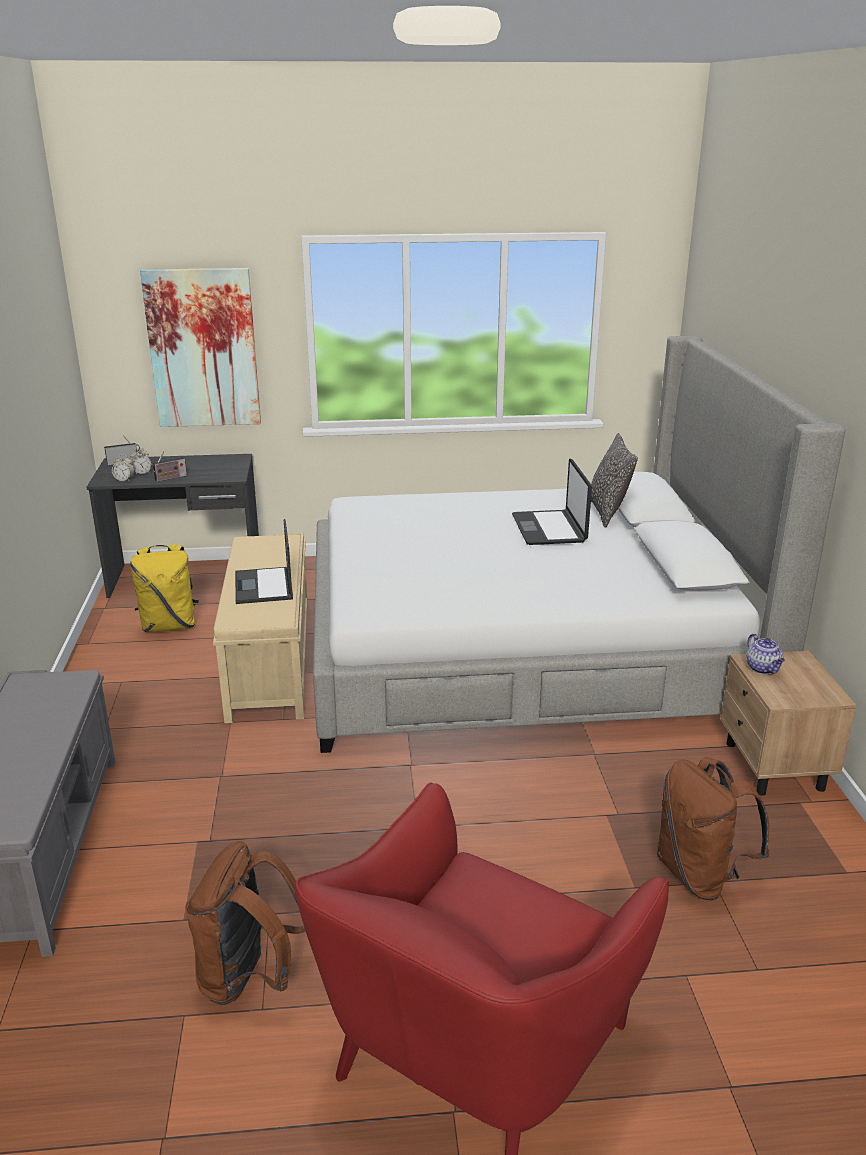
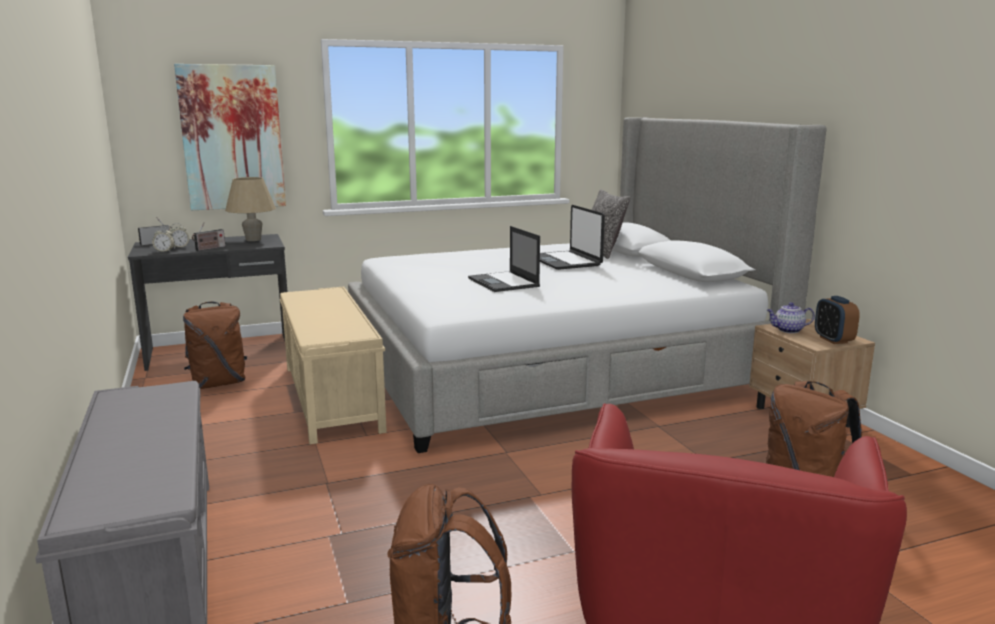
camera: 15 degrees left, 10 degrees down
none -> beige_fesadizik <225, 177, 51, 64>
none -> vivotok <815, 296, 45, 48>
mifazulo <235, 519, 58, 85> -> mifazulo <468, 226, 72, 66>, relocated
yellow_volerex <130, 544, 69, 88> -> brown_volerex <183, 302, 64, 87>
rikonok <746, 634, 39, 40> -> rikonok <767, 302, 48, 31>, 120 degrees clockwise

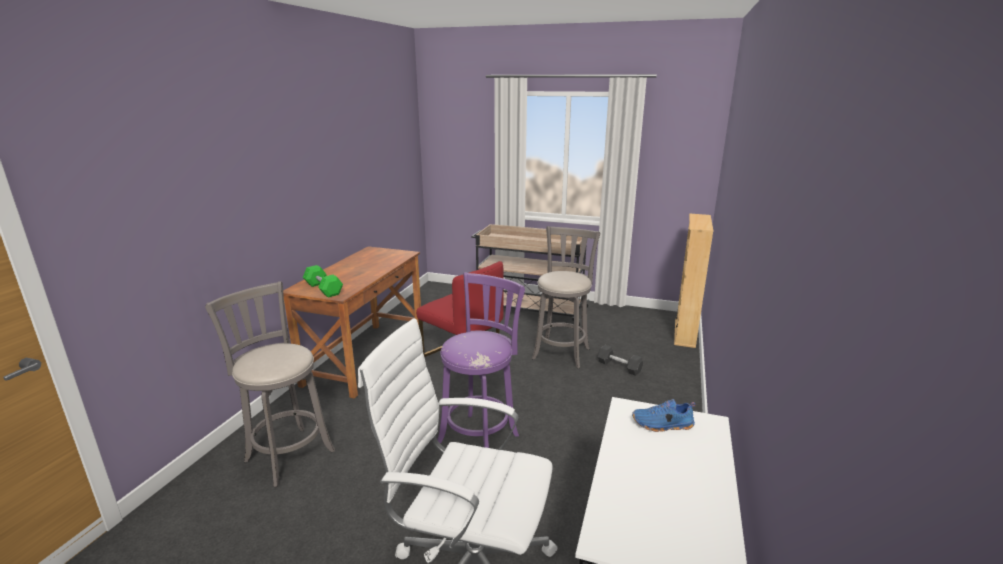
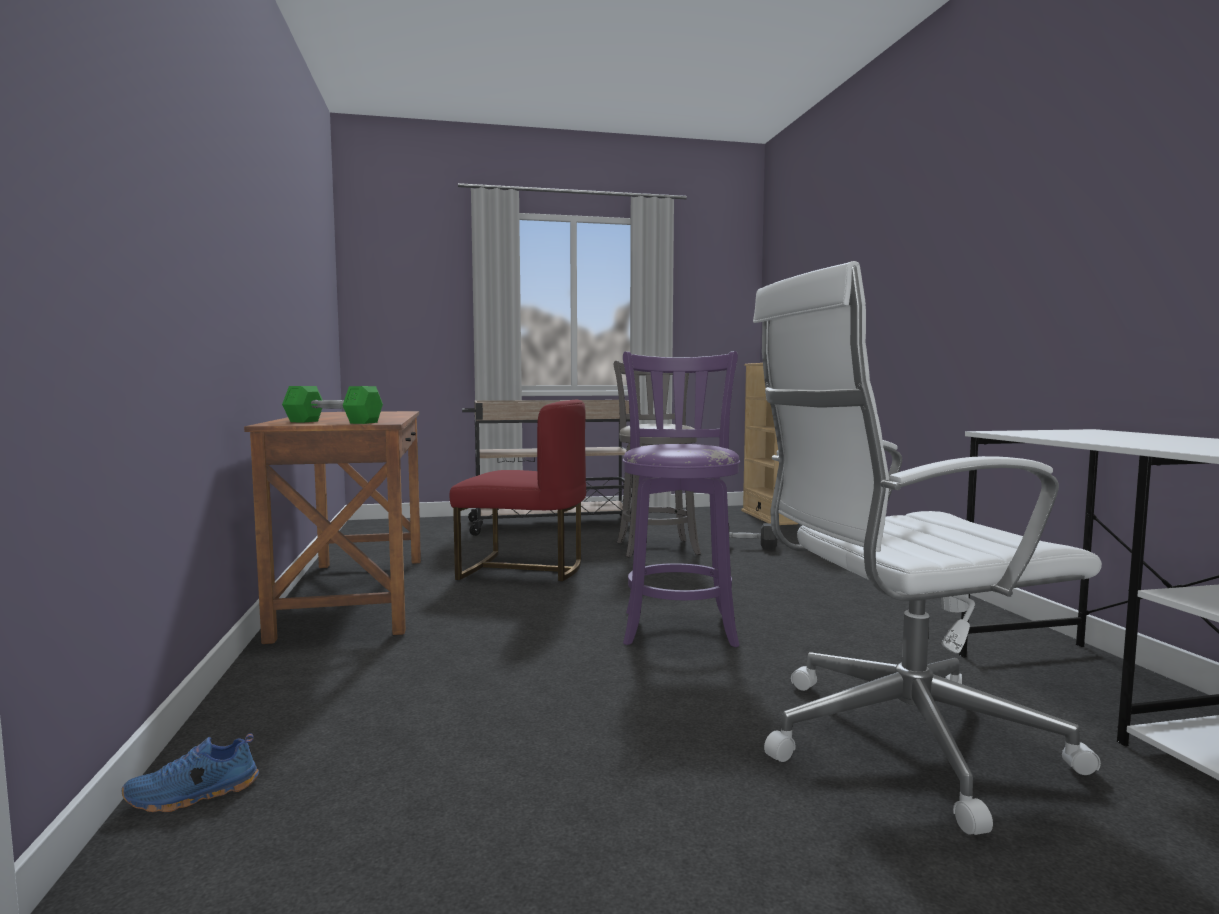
camera: 30 degrees left, 15 degrees down
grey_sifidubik <205, 281, 130, 206> -> none
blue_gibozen <632, 399, 64, 33> -> blue_gibozen <122, 733, 137, 79>, relocated

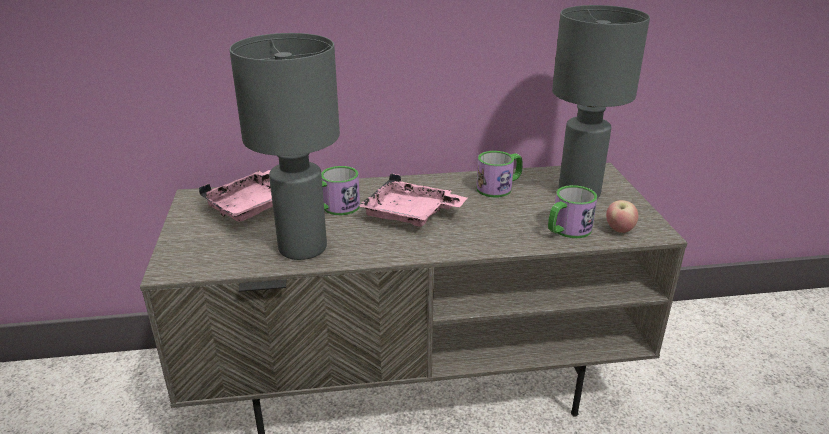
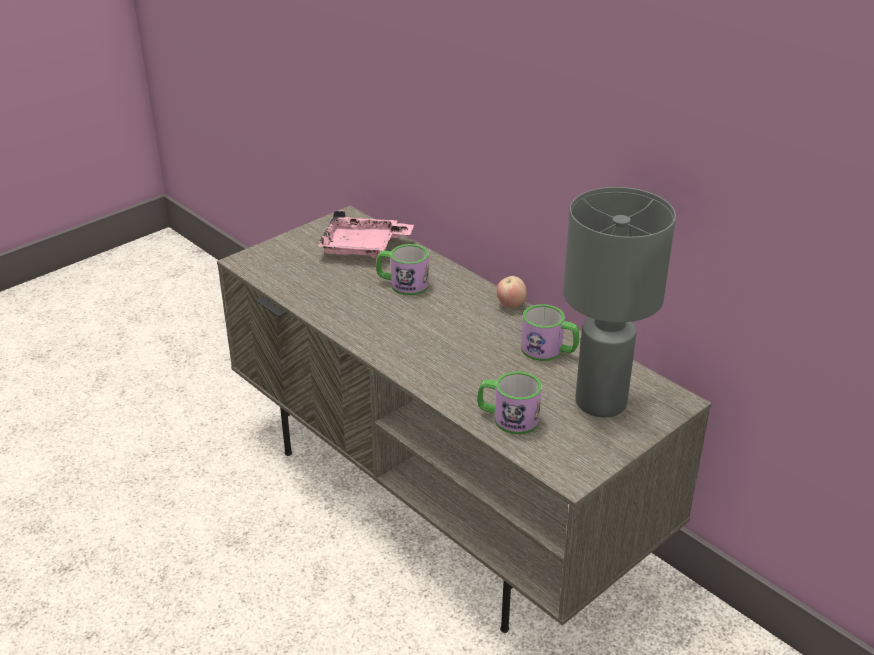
camera: 55 degrees right, 5 degrees up
grey_fesadizik <229, 33, 111, 227> -> none
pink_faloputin <358, 173, 109, 54> -> none
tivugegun <606, 200, 32, 33> -> tivugegun <497, 276, 30, 32>, relocated

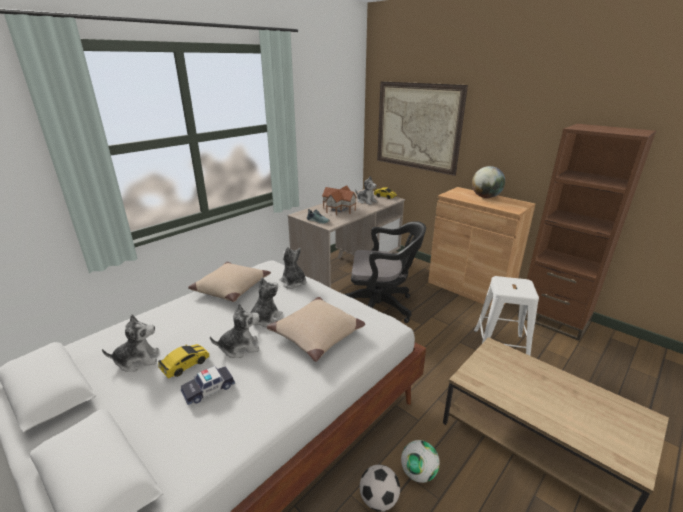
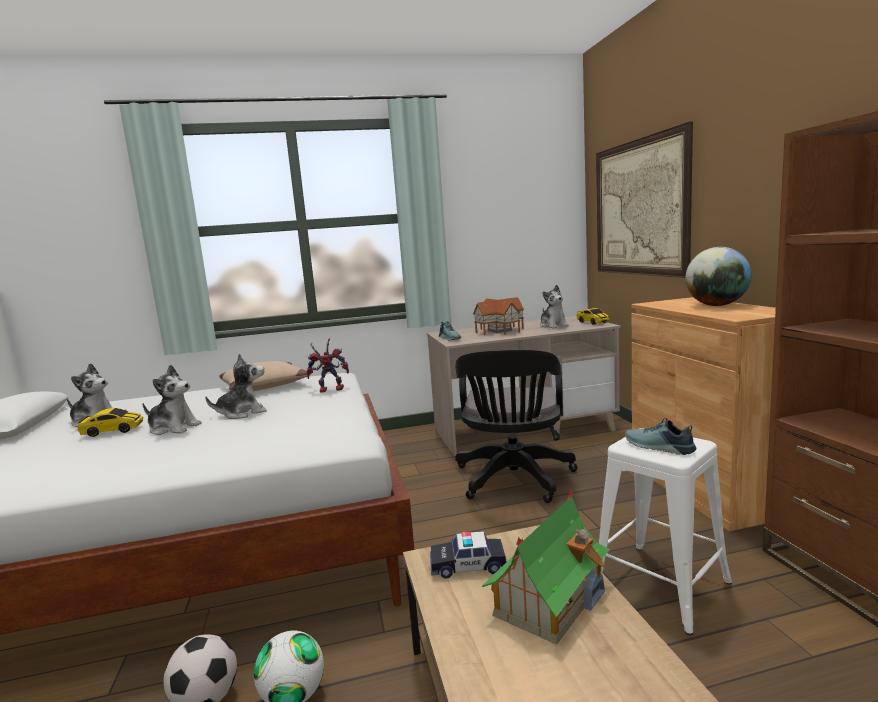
camera: 35 degrees right, 15 degrees down
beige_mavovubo <266, 297, 99, 65> -> none
none -> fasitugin <482, 490, 128, 155>
none -> gibozen <625, 418, 72, 37>
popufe <181, 366, 54, 39> -> popufe <430, 531, 77, 48>, relocated
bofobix <280, 247, 27, 42> -> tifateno <307, 338, 42, 55>
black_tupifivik <344, 221, 82, 102> -> black_tupifivik <455, 349, 123, 154>, 60 degrees clockwise

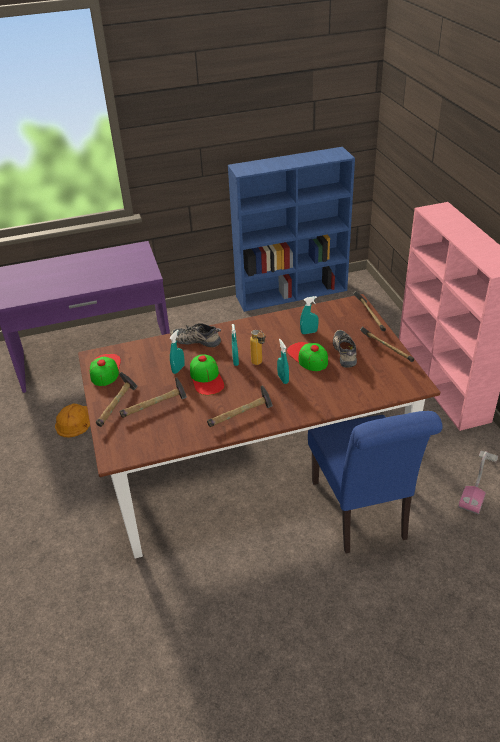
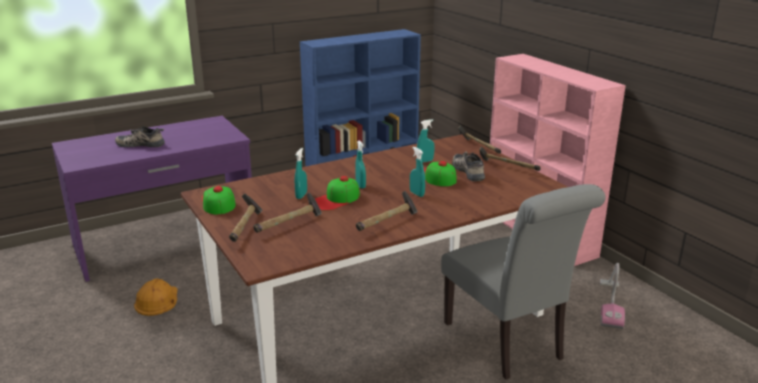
camera: 15 degrees left, 15 degrees down
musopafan <250, 330, 16, 35> -> none
gibozen <170, 323, 51, 24> -> gibozen <115, 126, 50, 21>, relocated
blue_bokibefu <308, 411, 134, 143> -> grey_bokibefu <441, 184, 164, 195>
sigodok <190, 354, 35, 41> -> sigodok <315, 176, 45, 35>, 75 degrees clockwise

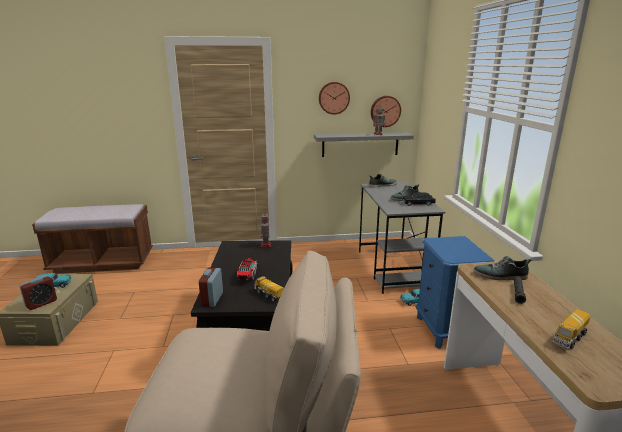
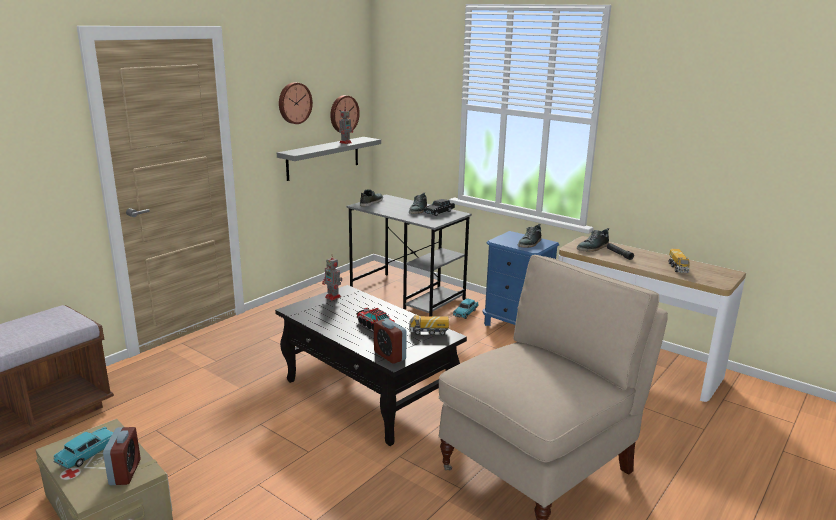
camera: 45 degrees left, 0 degrees up
none -> gibozen <518, 224, 23, 24>

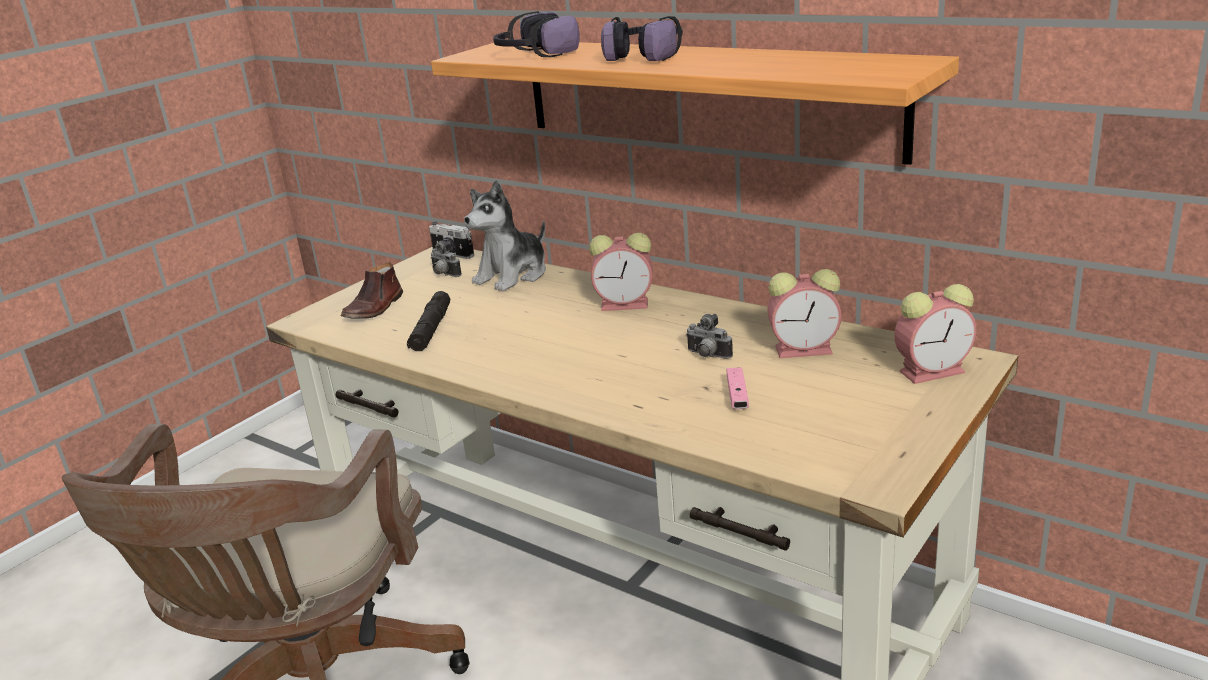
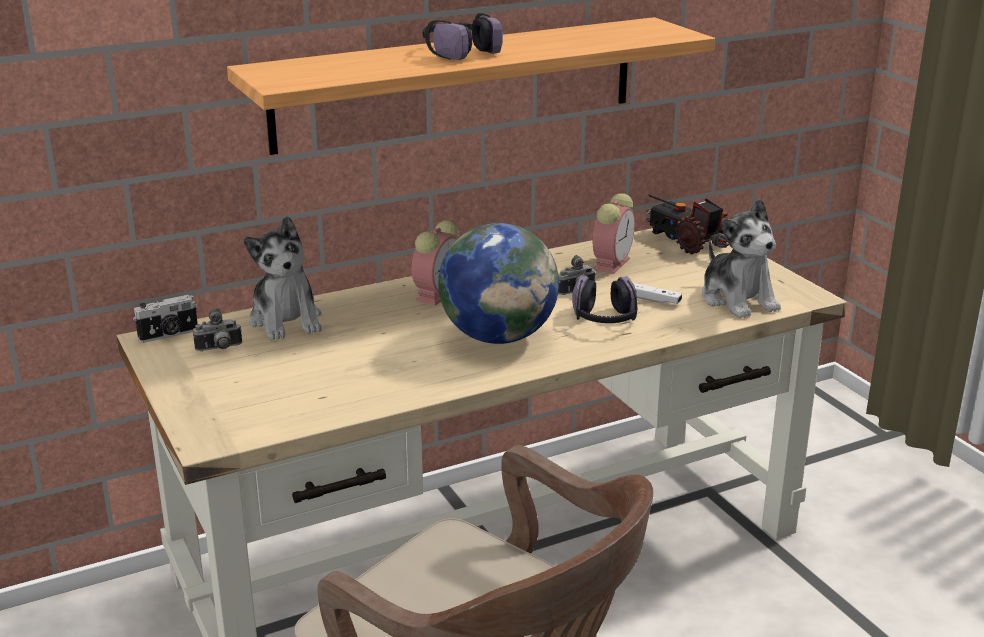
camera: 65 degrees left, 0 degrees up
brown_gibozen <341, 262, 62, 57> -> none
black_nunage <407, 291, 43, 60> -> none
none -> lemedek <438, 223, 121, 121>
none -> bofobix <702, 198, 79, 121>
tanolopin <493, 11, 87, 46> -> tanolopin <572, 276, 66, 47>, relocated
vivotok <894, 284, 82, 100> -> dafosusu <645, 195, 86, 59>
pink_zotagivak <727, 367, 22, 42> -> white_zotagivak <633, 283, 49, 21>

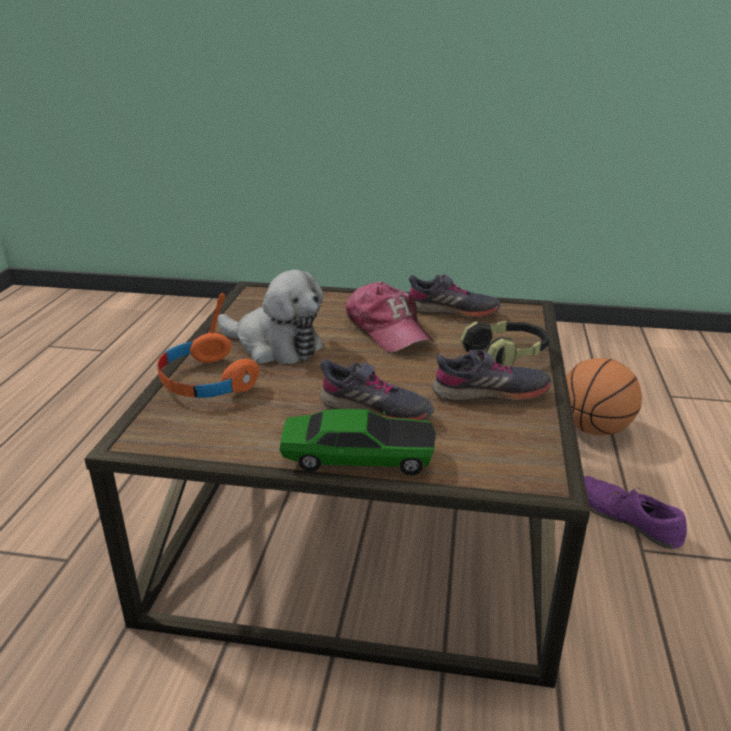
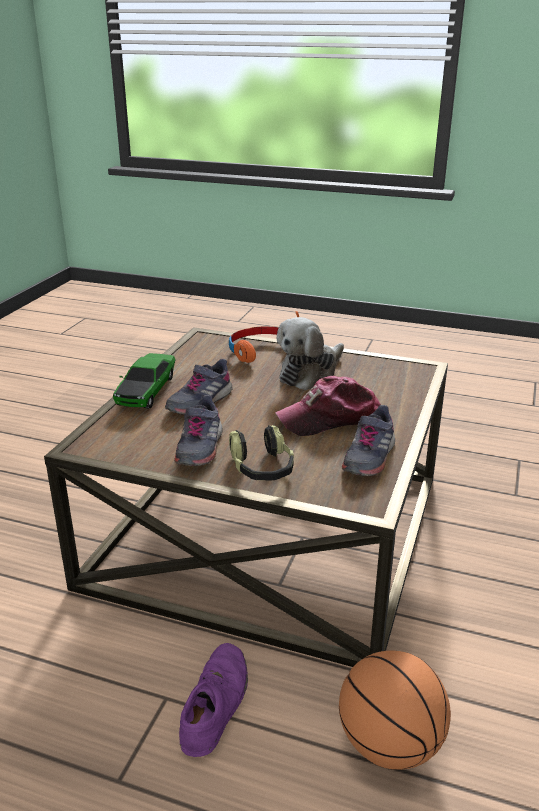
camera: 100 degrees right, 0 degrees up
purple_gibozen <584, 476, 103, 73> -> purple_gibozen <179, 643, 69, 114>, 45 degrees counterclockwise

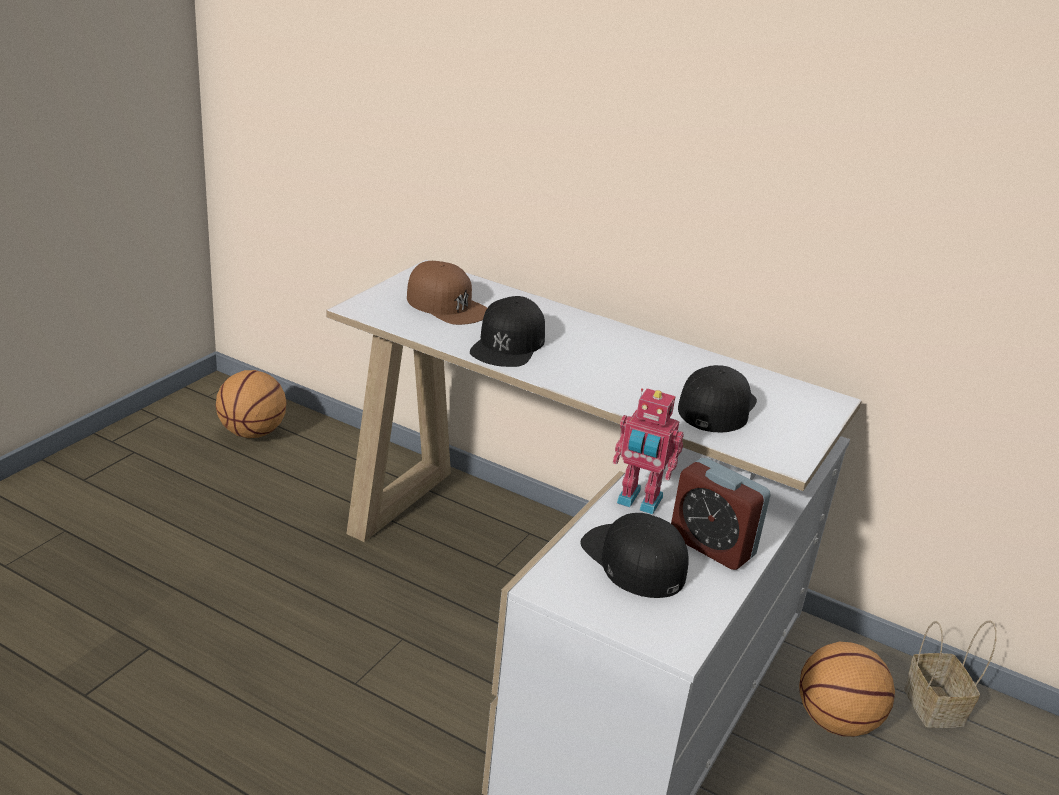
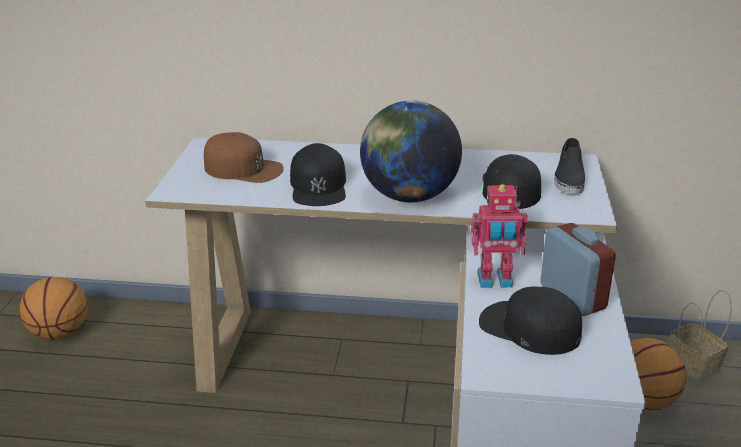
camera: 20 degrees left, 0 degrees up
none -> lemedek <360, 101, 102, 101>
none -> black_gibozen <554, 138, 31, 56>
vivotok <671, 458, 100, 112> -> vivotok <540, 223, 76, 93>, 135 degrees counterclockwise

